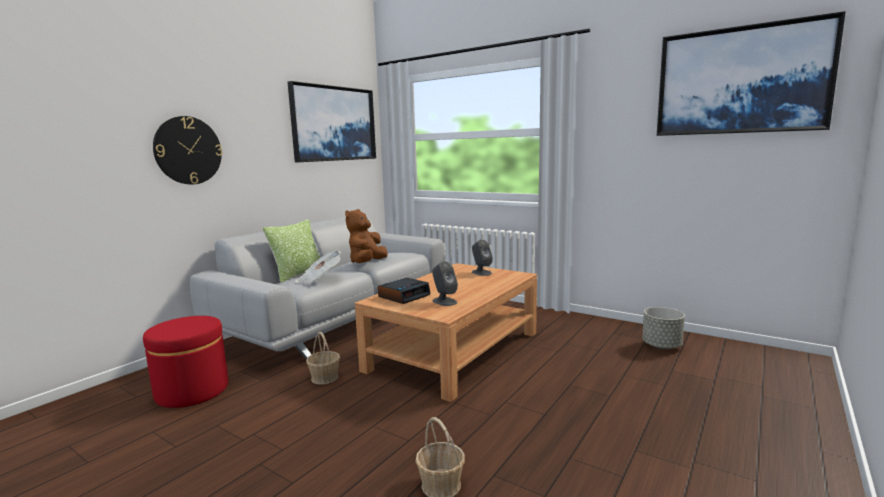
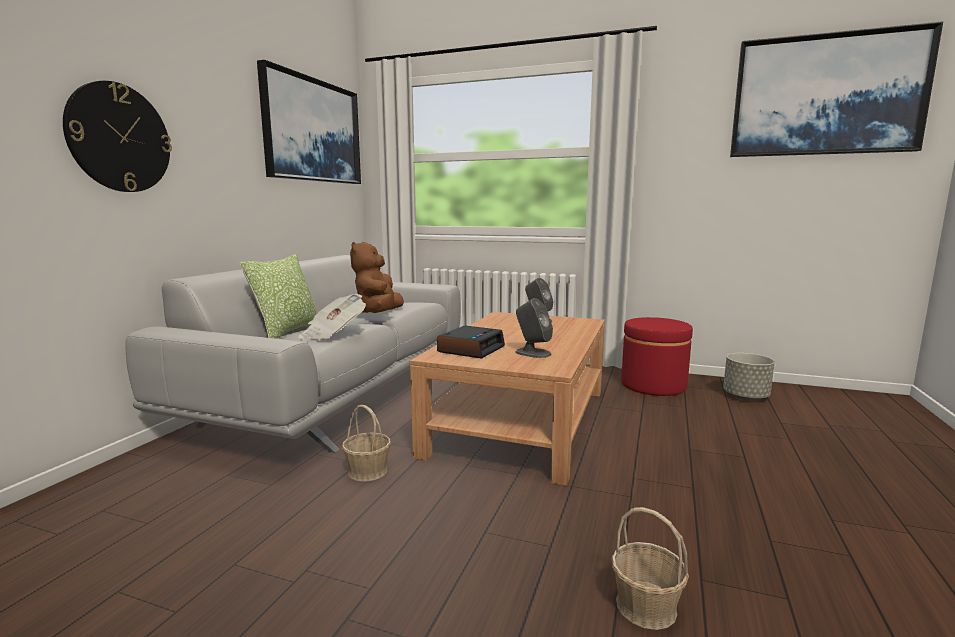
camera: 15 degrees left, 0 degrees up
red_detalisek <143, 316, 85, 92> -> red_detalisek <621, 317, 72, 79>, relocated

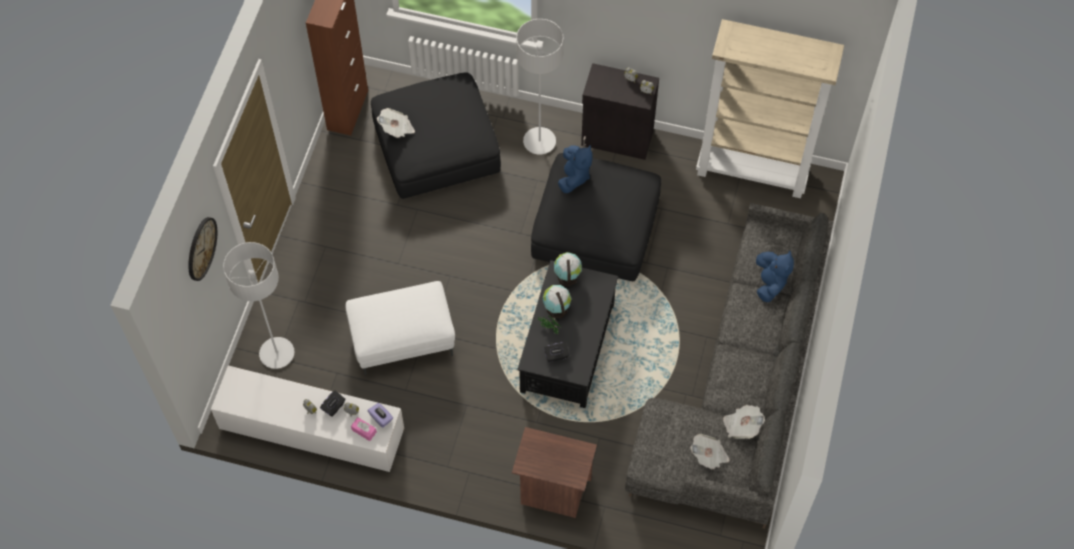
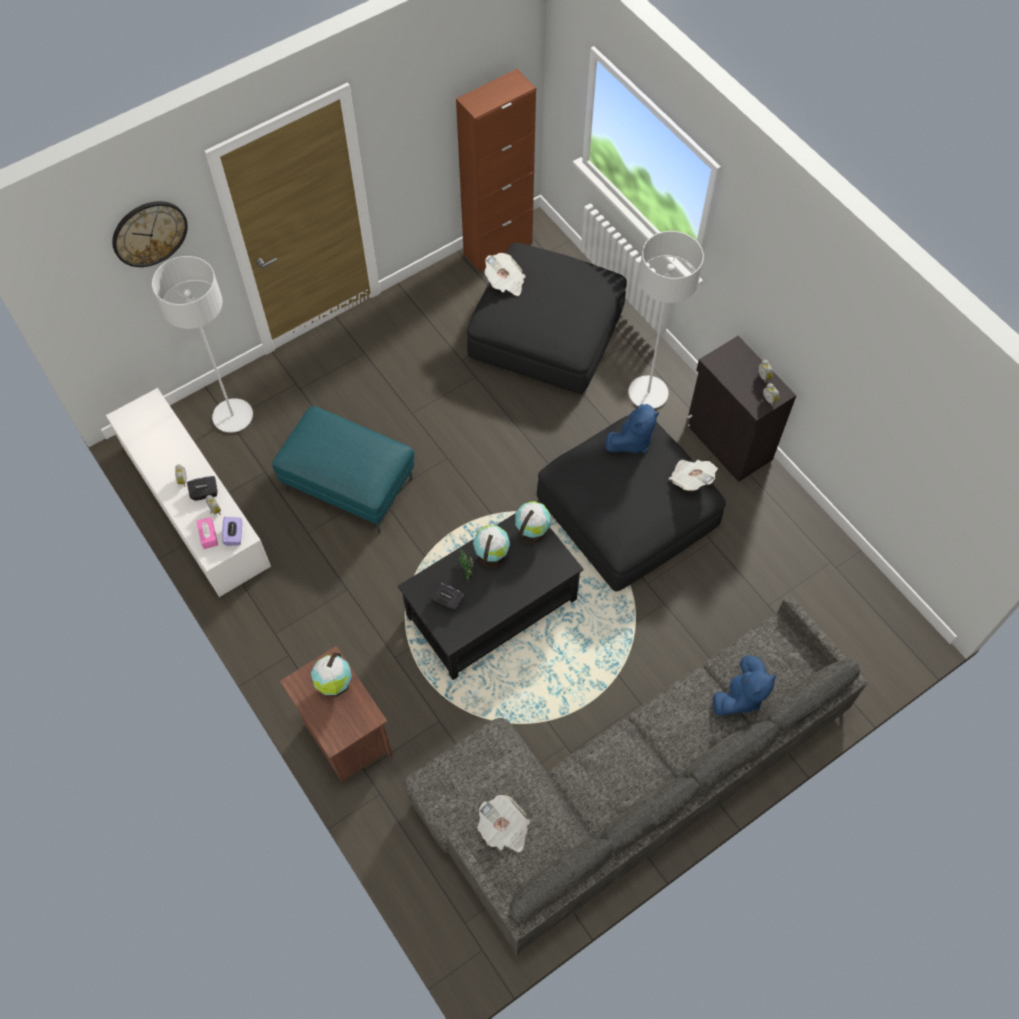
camera: 40 degrees right, 0 degrees up
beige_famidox <696, 19, 148, 179> -> none
none -> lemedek <311, 652, 41, 45>
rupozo <723, 405, 42, 34> -> rupozo <669, 460, 49, 31>, relocated
white_detalisek <345, 281, 110, 94> -> turquoise_detalisek <272, 406, 143, 127>

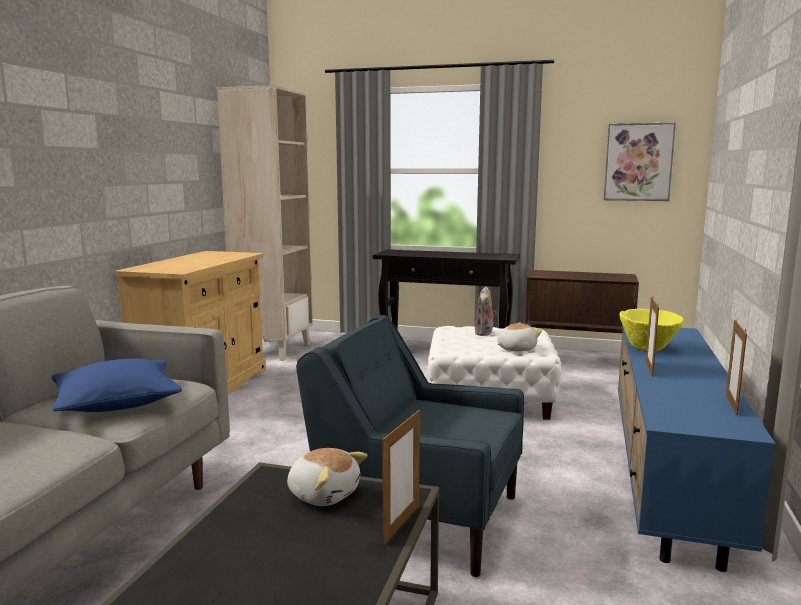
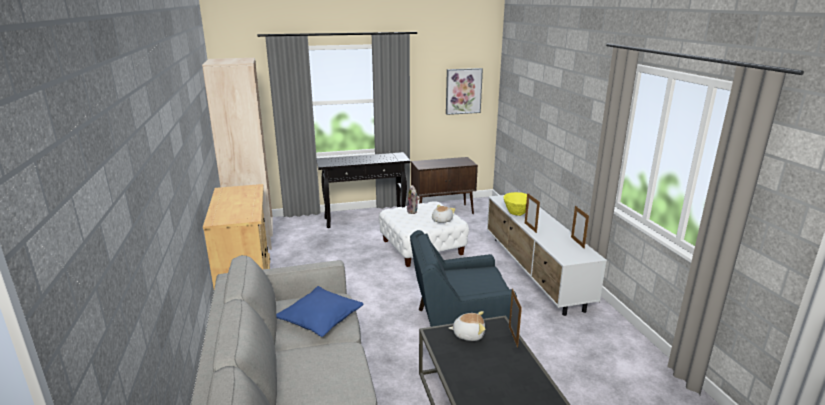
camera: 30 degrees left, 10 degrees up
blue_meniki <618, 325, 158, 247> -> white_meniki <487, 195, 120, 121>

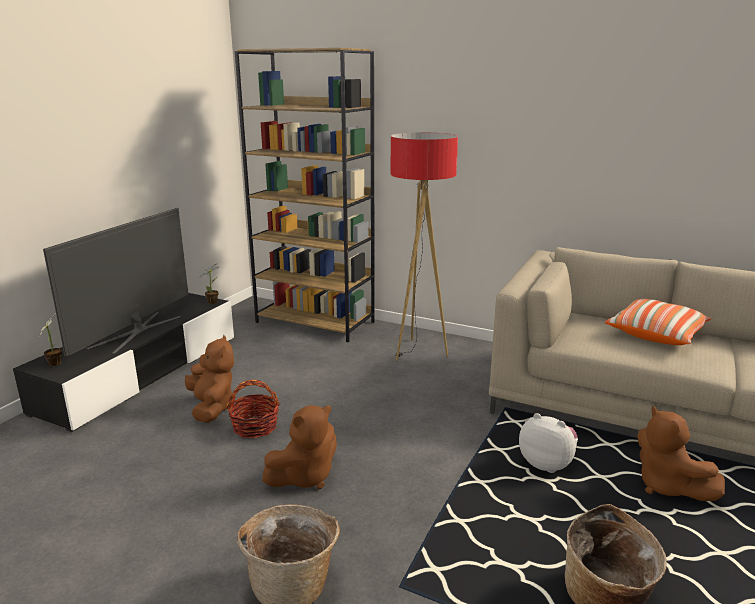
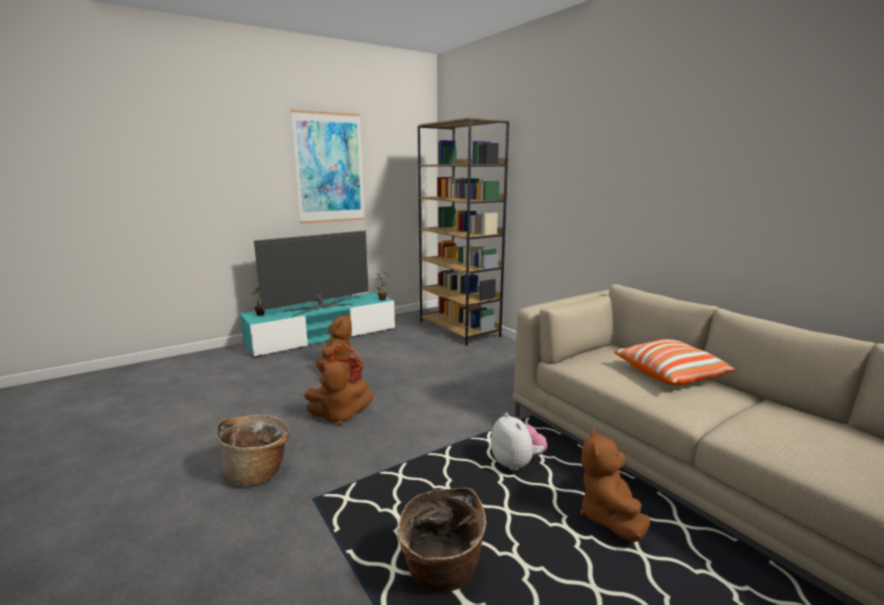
camera: 30 degrees right, 5 degrees down
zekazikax <390, 132, 68, 229> -> none
none -> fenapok <291, 109, 74, 115>
black_meniki <13, 293, 221, 139> -> turquoise_meniki <240, 292, 155, 66>

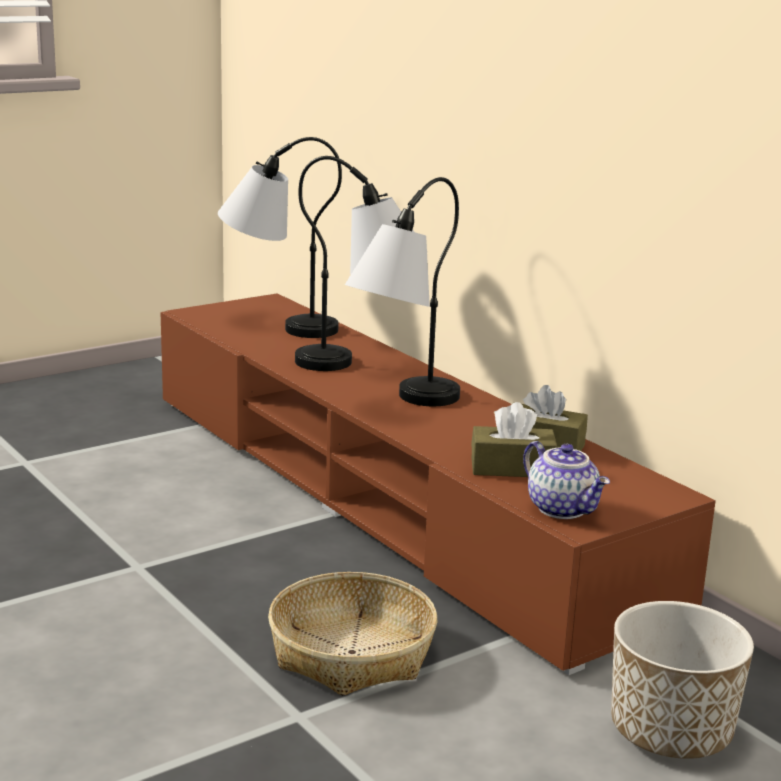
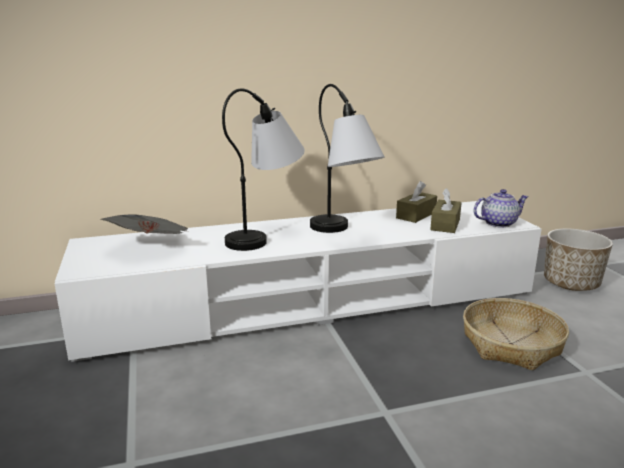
camera: 70 degrees left, 0 degrees up
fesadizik <218, 137, 124, 201> -> rupozo <100, 214, 88, 20>
brown_meniki <160, 293, 556, 382> -> white_meniki <55, 200, 487, 162>

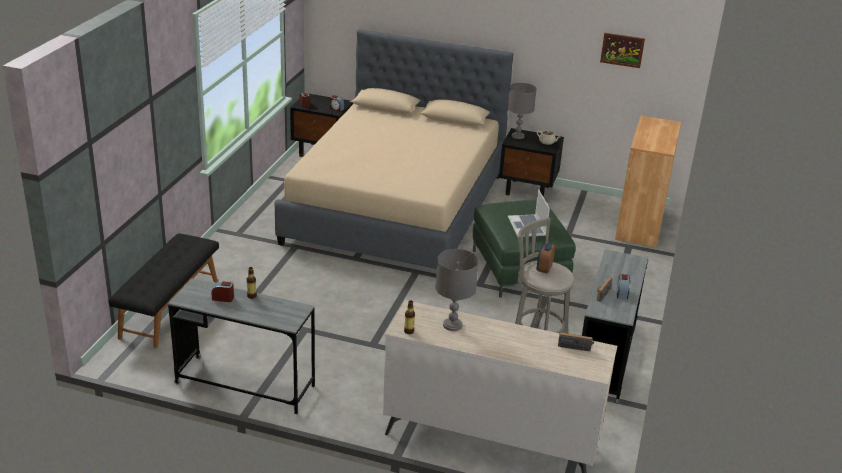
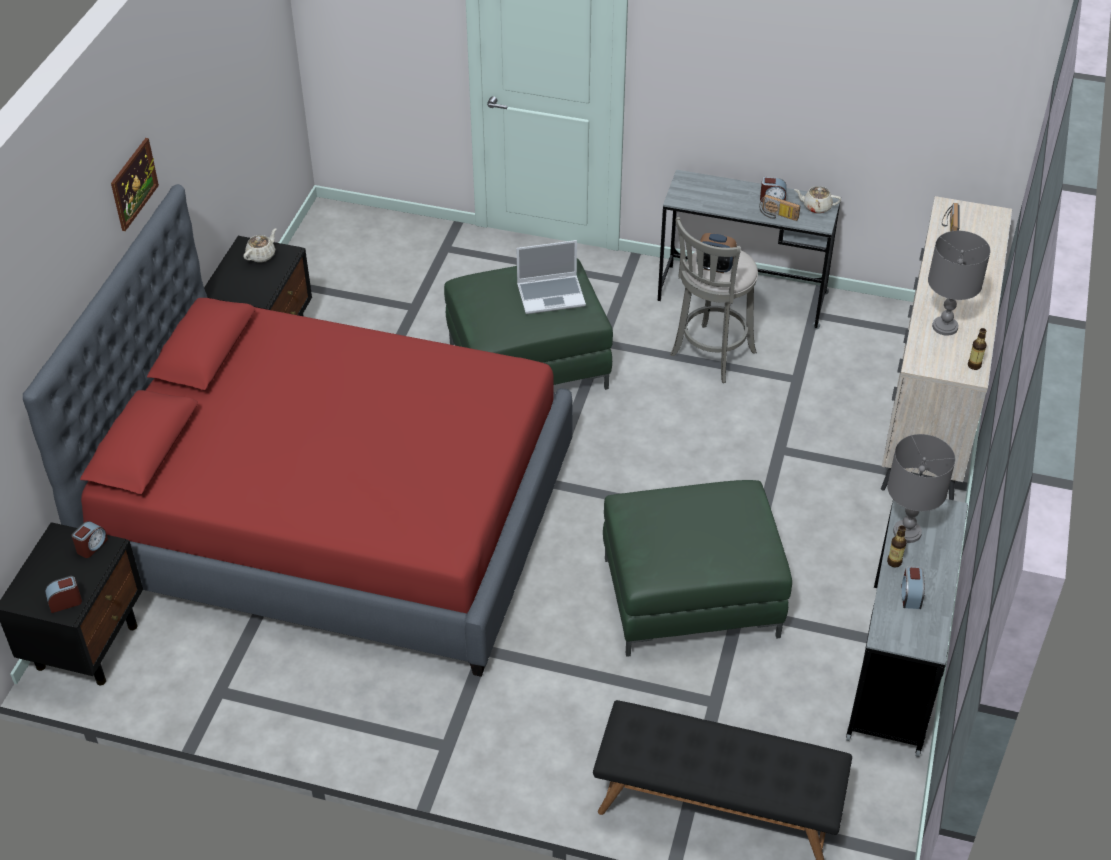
camera: 90 degrees left, 15 degrees up
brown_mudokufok <615, 116, 66, 131> -> none
none -> green_detalisek <603, 480, 189, 177>
none -> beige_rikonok <794, 186, 47, 28>
grey_fesadizik <507, 83, 30, 56> -> grey_fesadizik <887, 434, 68, 109>, relocated
fenapok <600, 33, 45, 35> -> fenapok <111, 138, 48, 93>, relocated
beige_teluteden <275, 29, 238, 240> -> red_teluteden <23, 184, 550, 493>

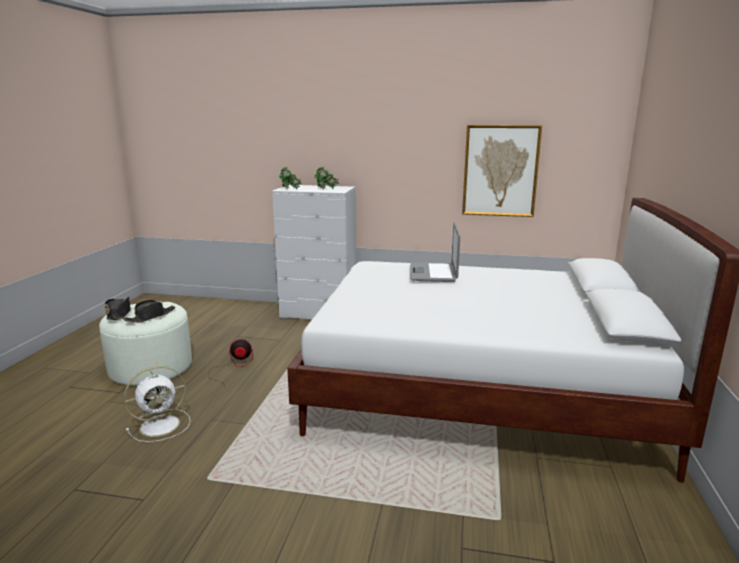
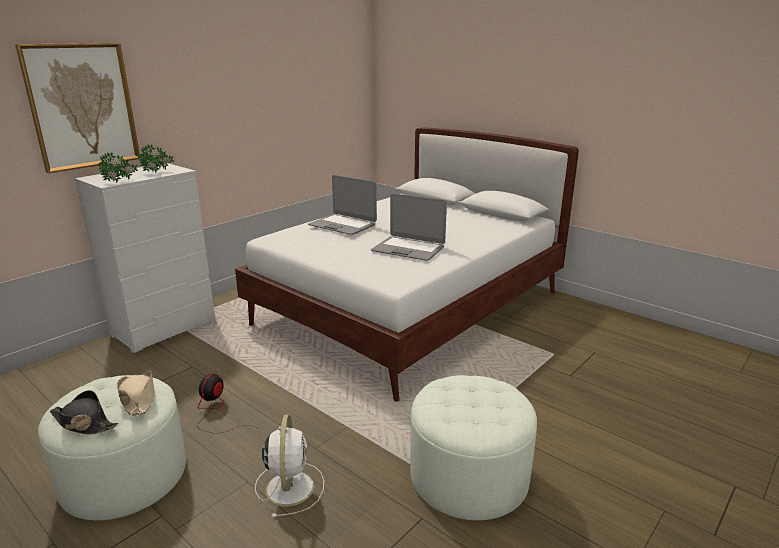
camera: 60 degrees left, 5 degrees up
none -> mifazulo <371, 193, 76, 68>
none -> white_detalisek <410, 375, 127, 146>
fenapok <462, 125, 80, 92> -> fenapok <15, 43, 126, 130>, relocated
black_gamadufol <123, 300, 52, 23> -> beige_gamadufol <117, 371, 38, 45>

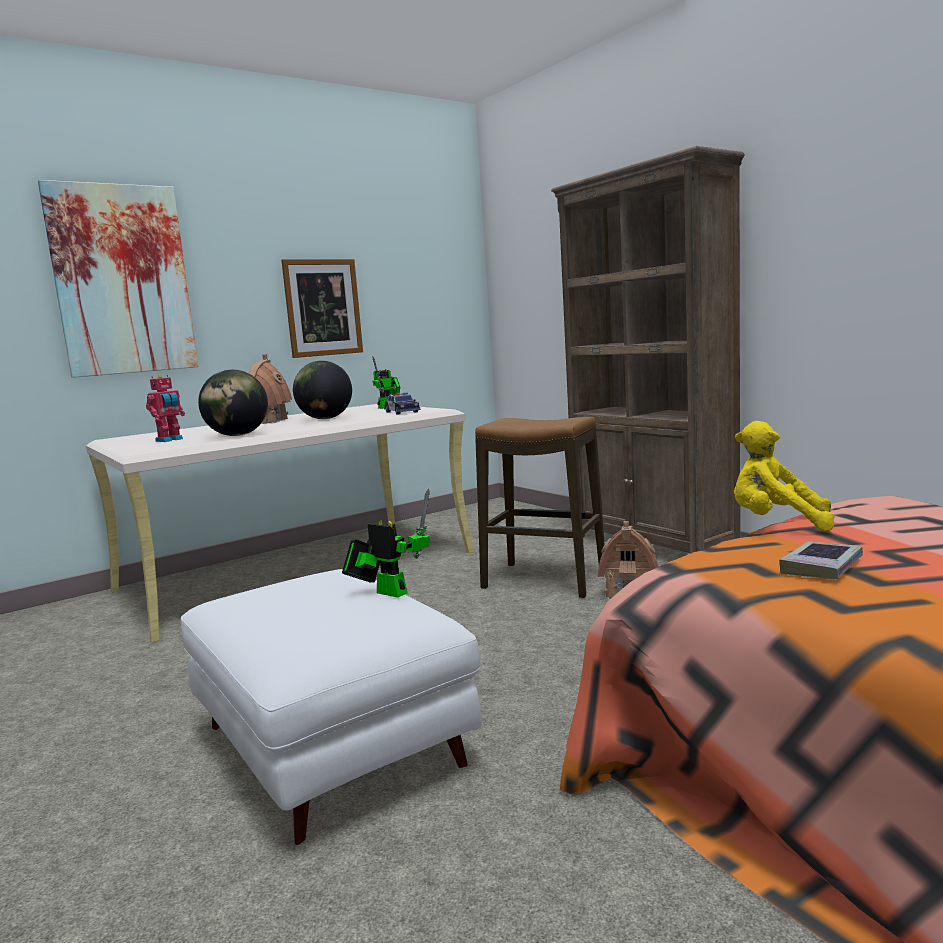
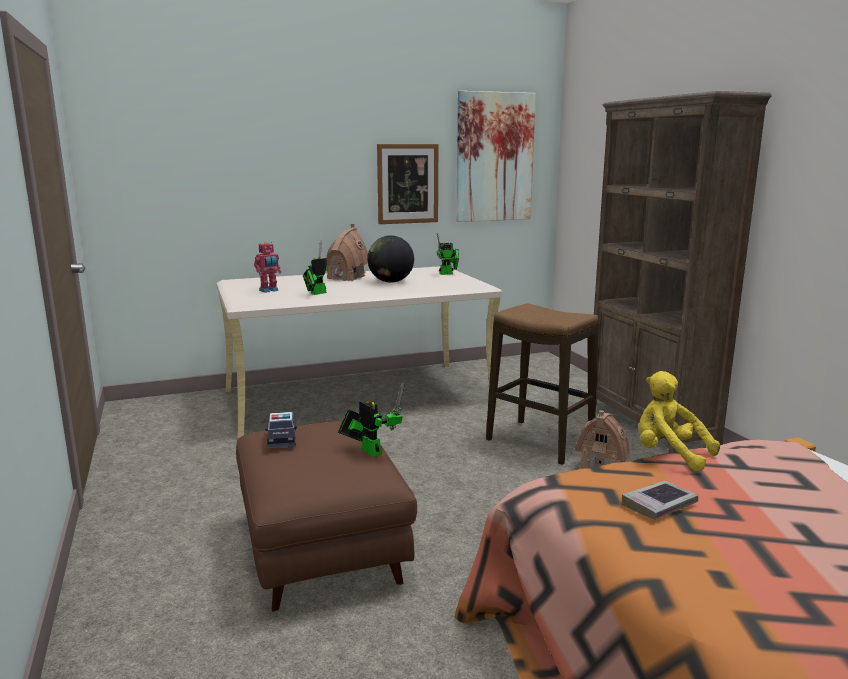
camera: 15 degrees right, 5 degrees up
fenapok <38, 180, 160, 198> -> fenapok <456, 91, 80, 131>, relocated
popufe <384, 393, 36, 22> -> popufe <265, 412, 32, 36>, relocated
lemedek <198, 370, 70, 66> -> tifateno <303, 241, 25, 54>
white_detalisek <181, 569, 301, 276> -> brown_detalisek <236, 421, 181, 191>

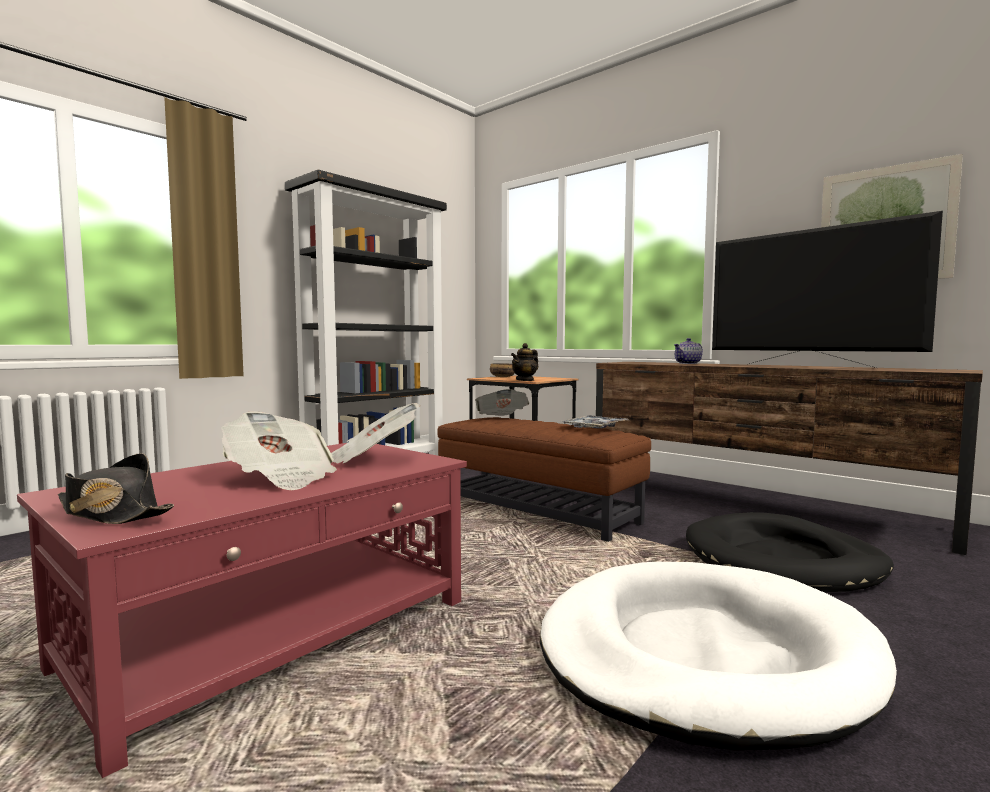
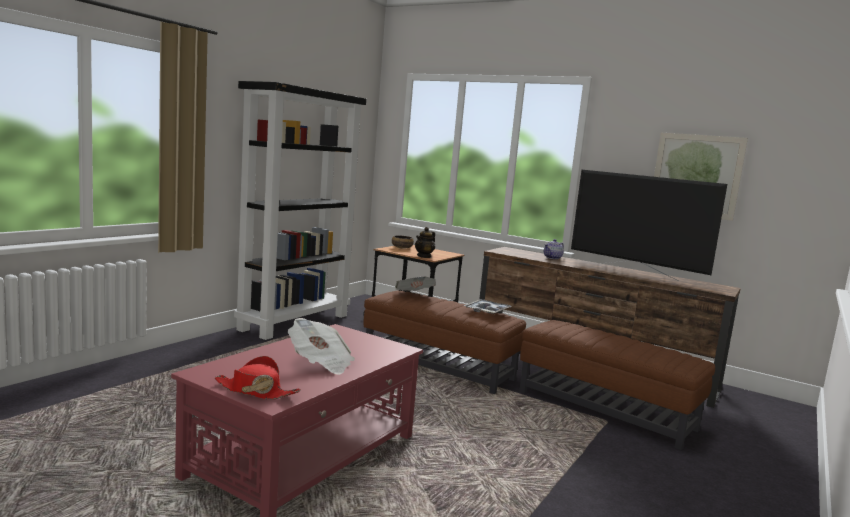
camera: 10 degrees left, 5 degrees up
rupozo <331, 403, 90, 61> -> none
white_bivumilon <540, 562, 357, 189> -> none
black_bivumilon <686, 512, 208, 80> -> brown_detalisek <519, 320, 196, 130>
black_gamadufol <58, 453, 116, 71> -> red_gamadufol <214, 356, 87, 44>

